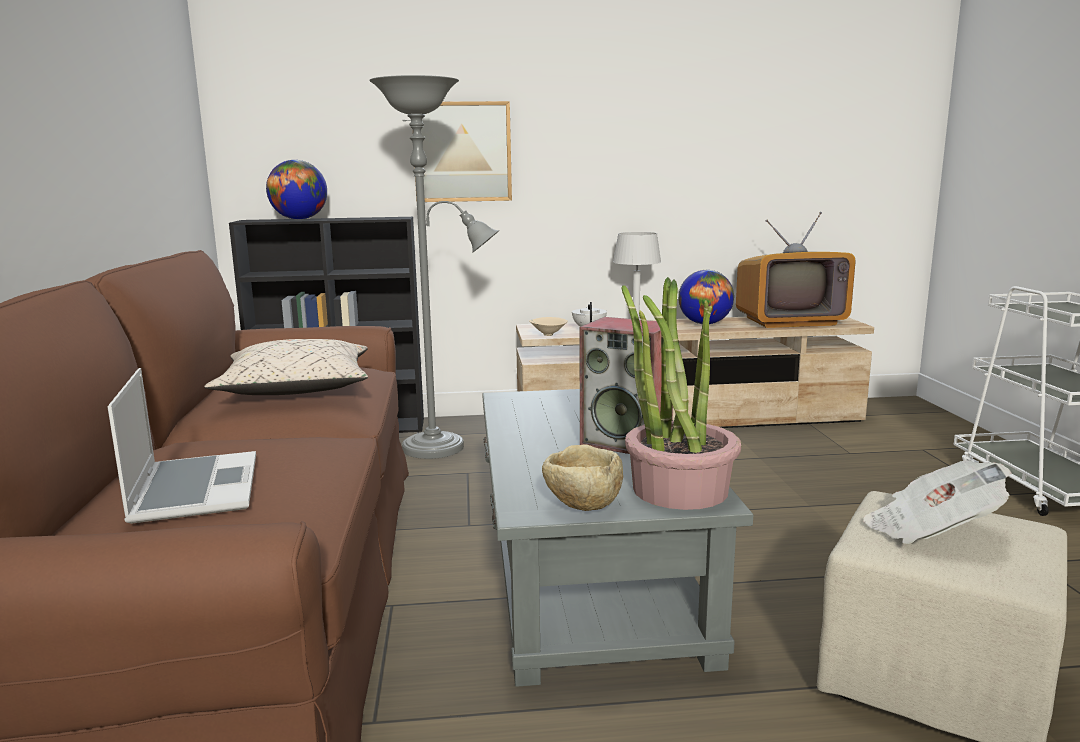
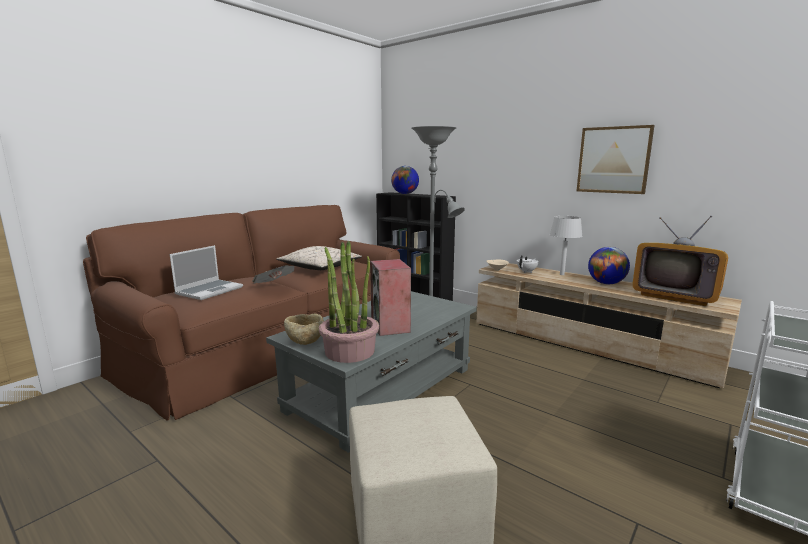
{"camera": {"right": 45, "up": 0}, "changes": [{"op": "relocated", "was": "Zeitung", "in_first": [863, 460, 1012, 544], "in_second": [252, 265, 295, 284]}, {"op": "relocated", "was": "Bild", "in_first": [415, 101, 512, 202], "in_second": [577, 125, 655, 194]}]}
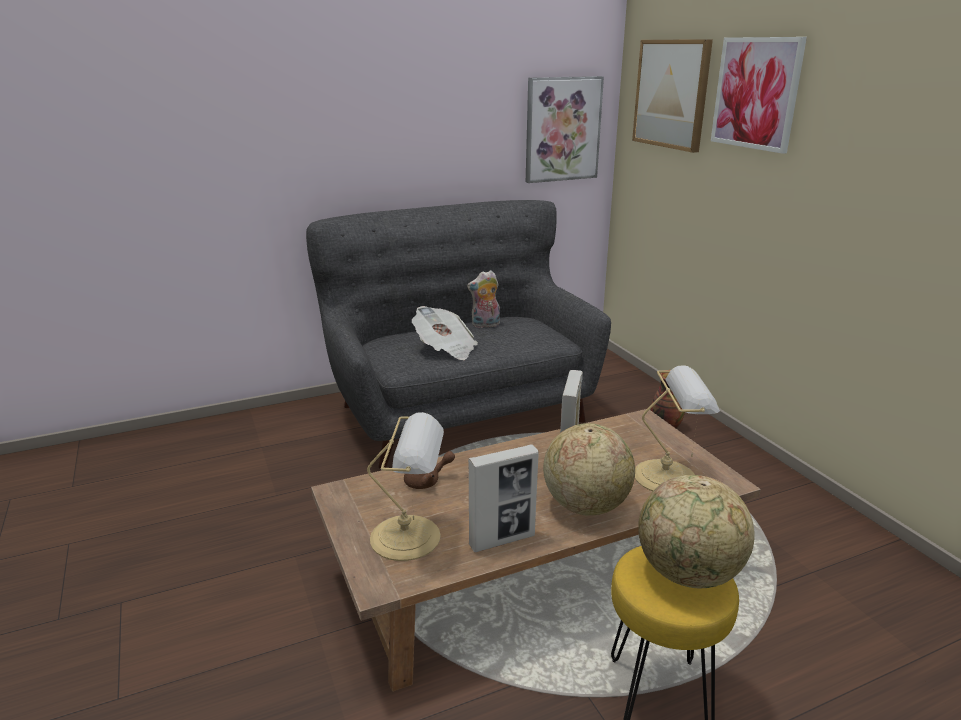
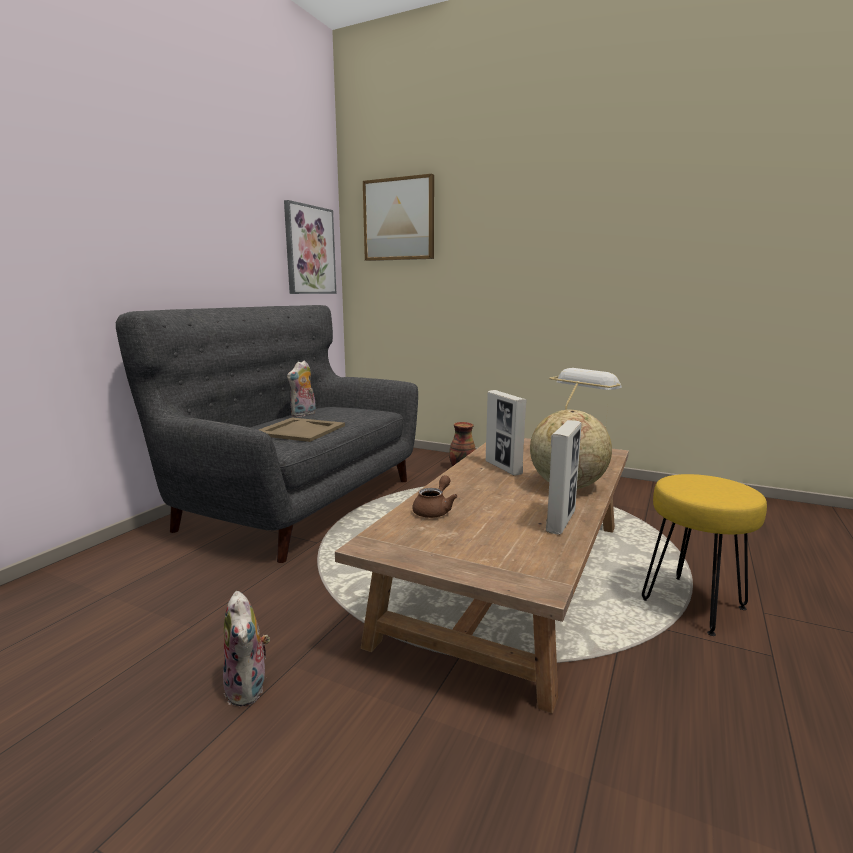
{"camera": {"right": -40, "up": -10}, "changes": [{"op": "appeared", "now": "Plüschtier", "in_second": [223, 591, 270, 706]}, {"op": "exchanged", "was": "Zeitung", "now": "Tablett [beige]", "in_first": [412, 306, 478, 360], "in_second": [259, 418, 345, 442]}, {"op": "missing", "was": "Tischlampe", "in_first": [367, 412, 444, 561]}, {"op": "missing", "was": "Globus", "in_first": [638, 475, 755, 588]}, {"op": "missing", "was": "Bild", "in_first": [711, 37, 807, 154]}]}
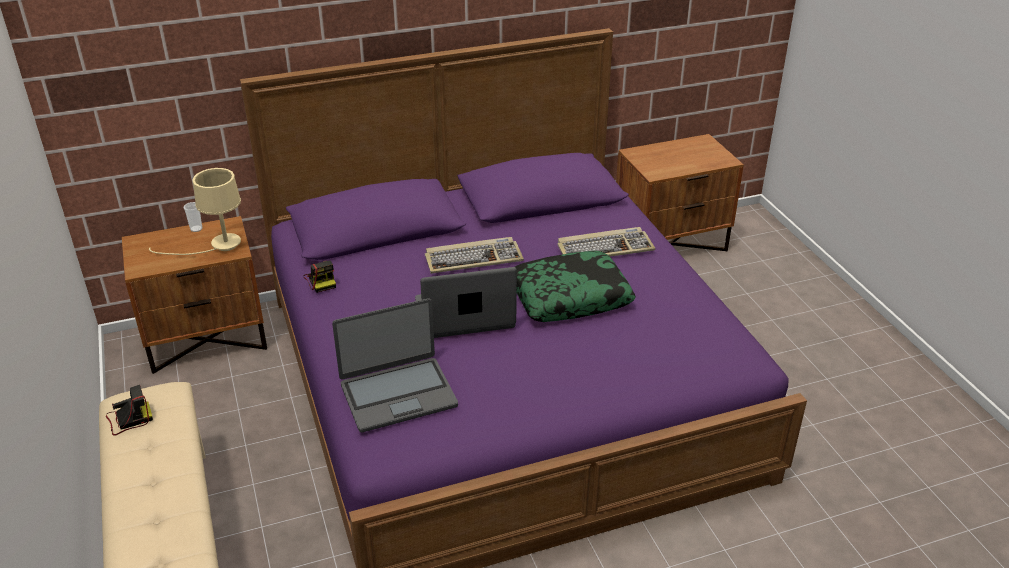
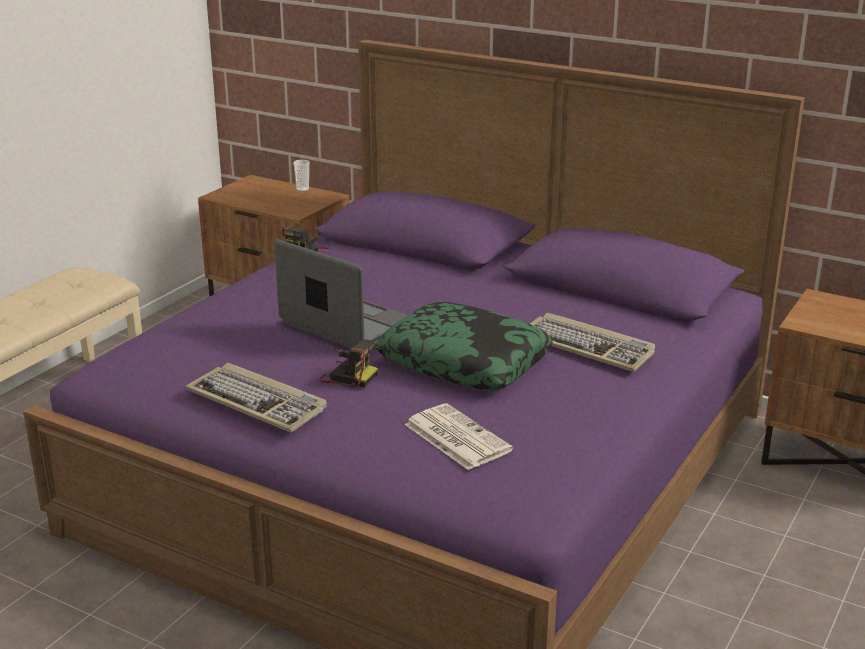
{"camera": {"right": 50, "up": -10}, "changes": [{"op": "relocated", "was": "Tastatur", "in_first": [425, 237, 524, 274], "in_second": [185, 363, 327, 433]}, {"op": "relocated", "was": "Kamera", "in_first": [106, 385, 153, 436], "in_second": [319, 339, 378, 387]}, {"op": "appeared", "now": "Zeitung", "in_second": [404, 404, 513, 470]}, {"op": "missing", "was": "Tischlampe [beige]", "in_first": [149, 168, 241, 255]}, {"op": "missing", "was": "Laptop", "in_first": [332, 298, 458, 433]}]}
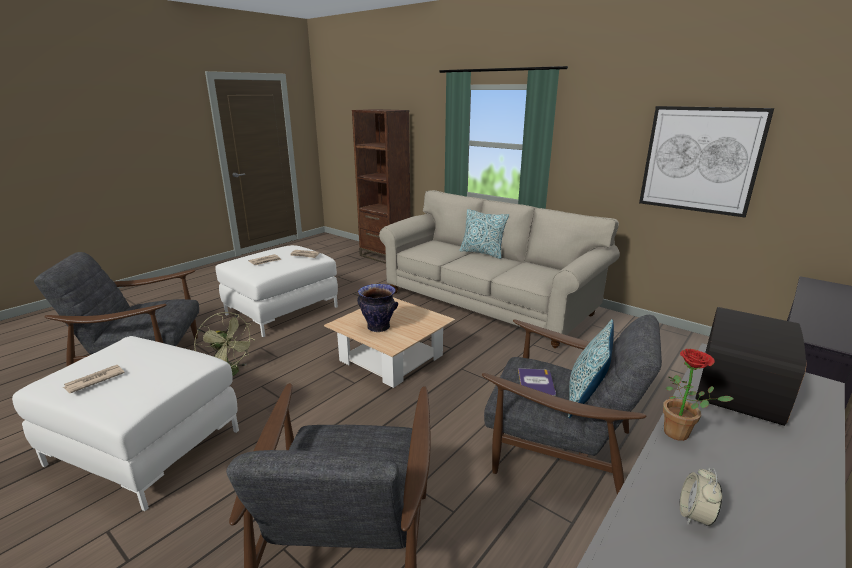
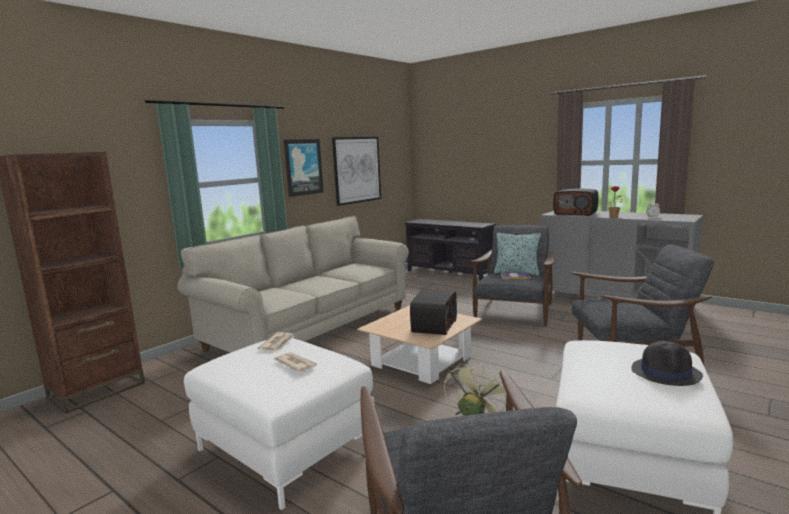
{"camera": {"right": -90, "up": -10}, "changes": [{"op": "appeared", "now": "Bild", "in_second": [284, 139, 324, 197]}, {"op": "exchanged", "was": "Vase", "now": "Radio", "in_first": [357, 284, 398, 332], "in_second": [410, 290, 457, 335]}, {"op": "exchanged", "was": "Zeitung", "now": "Hut [schwarz]", "in_first": [63, 365, 125, 393], "in_second": [631, 341, 703, 386]}, {"op": "missing", "was": "Kissen", "in_first": [459, 209, 509, 259]}]}
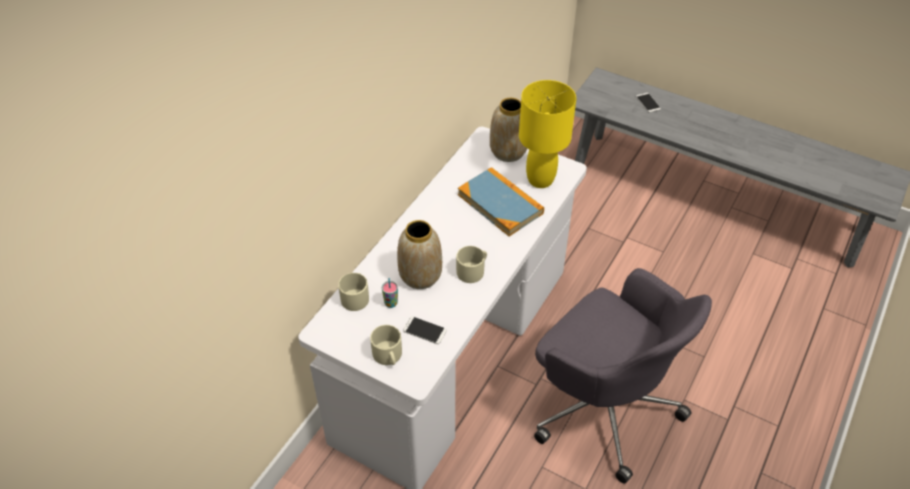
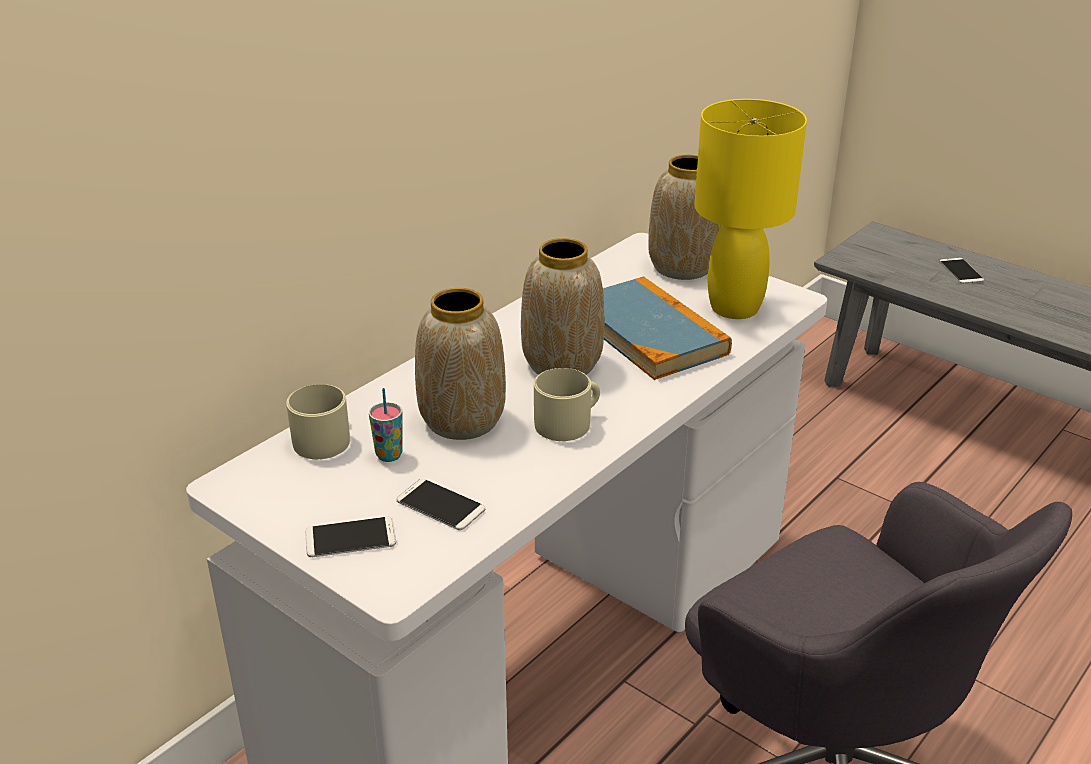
{"camera": {"right": 10, "up": -15}, "changes": [{"op": "exchanged", "was": "Henkelbecher [beige]", "now": "Handy", "in_first": [370, 325, 402, 365], "in_second": [305, 517, 396, 557]}, {"op": "appeared", "now": "Vase", "in_second": [521, 238, 604, 375]}]}
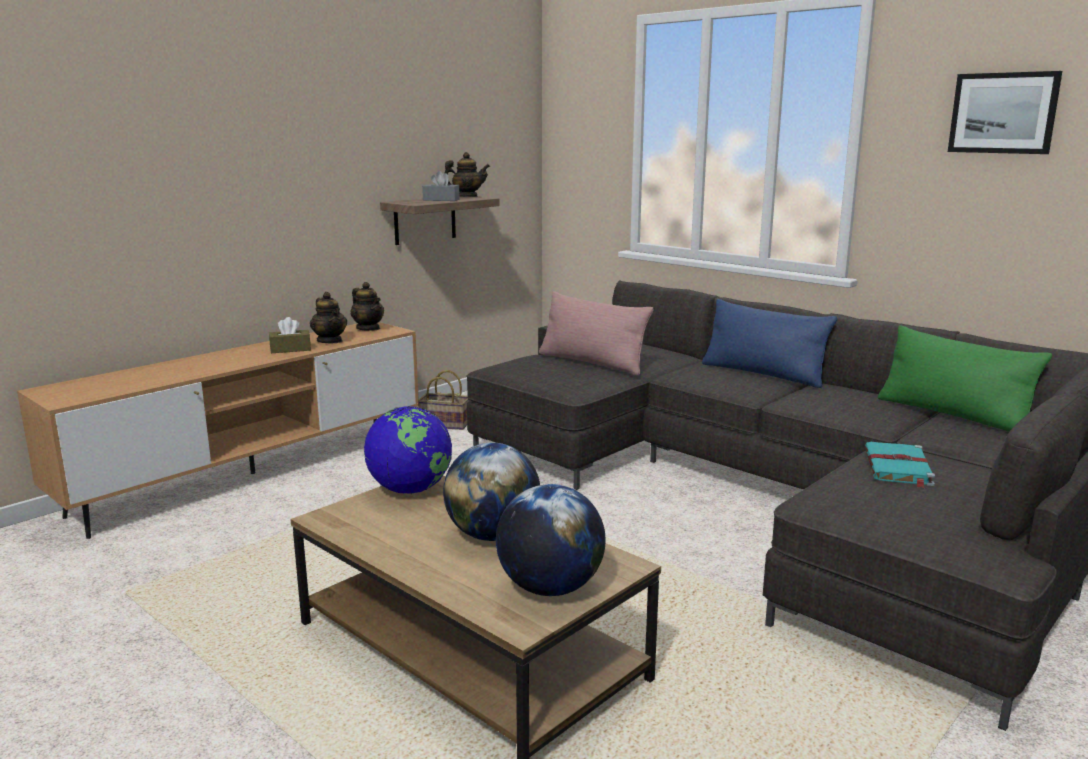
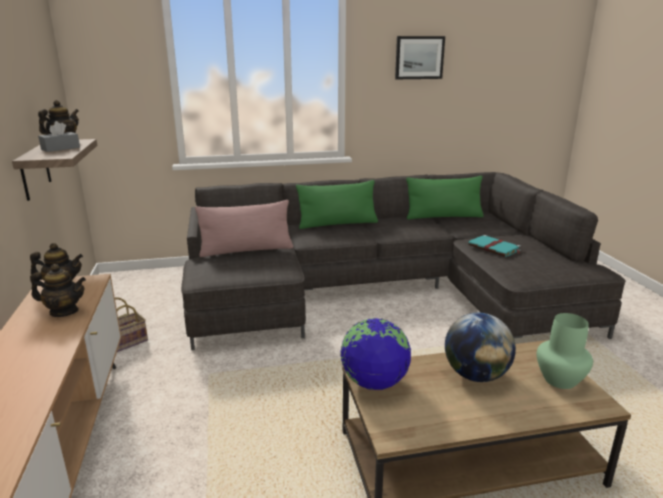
{"camera": {"right": -55, "up": 5}, "changes": [{"op": "colour", "was": "Kissen [blau]", "now": "Kissen [grün]", "in_first": [702, 299, 837, 388], "in_second": [296, 180, 378, 229]}, {"op": "exchanged", "was": "Globus", "now": "Vase [grün]", "in_first": [496, 484, 606, 596], "in_second": [537, 313, 593, 389]}, {"op": "missing", "was": "Taschentuchbox [braun]", "in_first": [269, 317, 311, 353]}]}
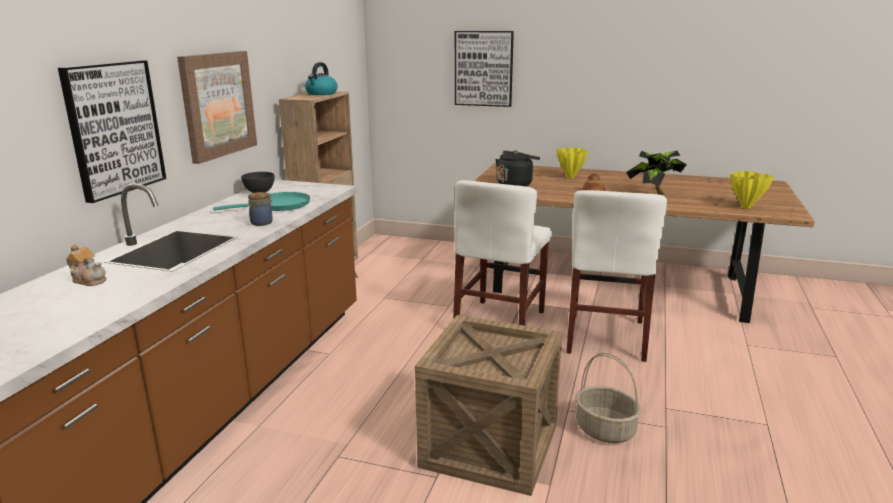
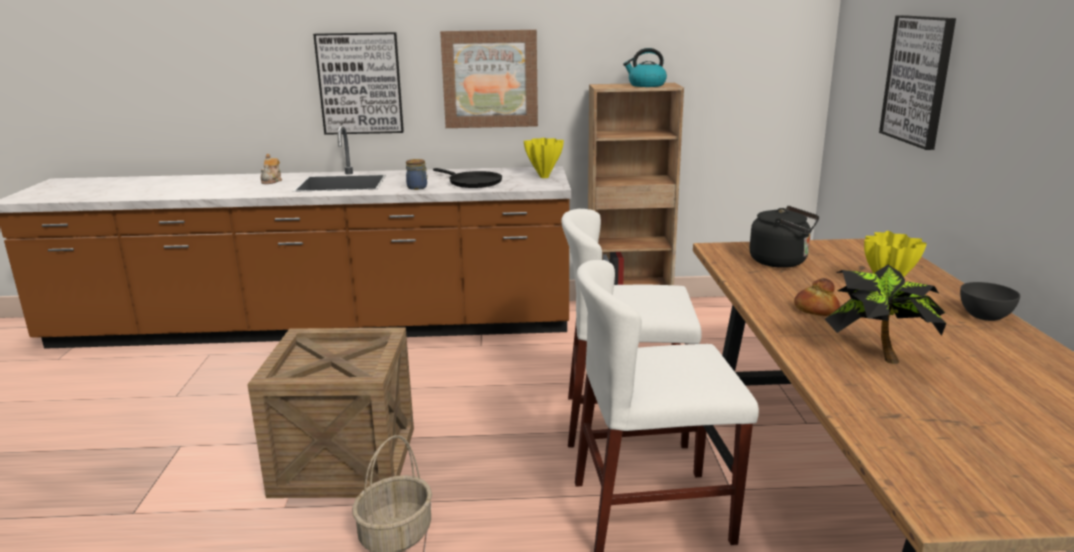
{"camera": {"right": 70, "up": 0}, "changes": [{"op": "colour", "was": "Pfanne [türkis]", "now": "Pfanne [schwarz]", "in_first": [213, 192, 310, 211], "in_second": [433, 168, 502, 188]}, {"op": "relocated", "was": "Vase [gelb]", "in_first": [730, 171, 774, 209], "in_second": [524, 138, 564, 178]}, {"op": "relocated", "was": "Schüssel [grau]", "in_first": [241, 172, 275, 193], "in_second": [960, 282, 1020, 321]}]}
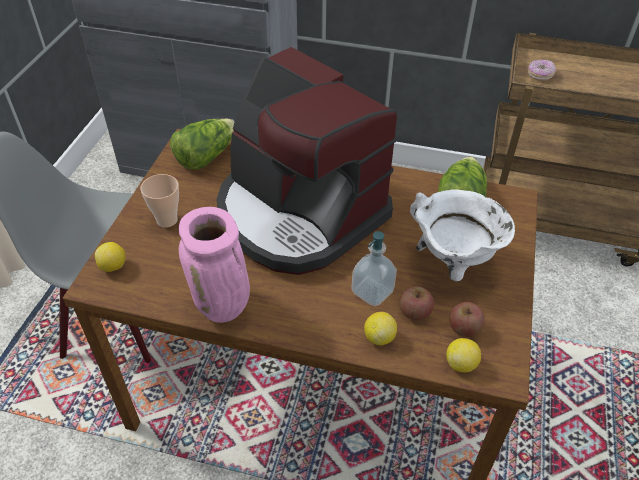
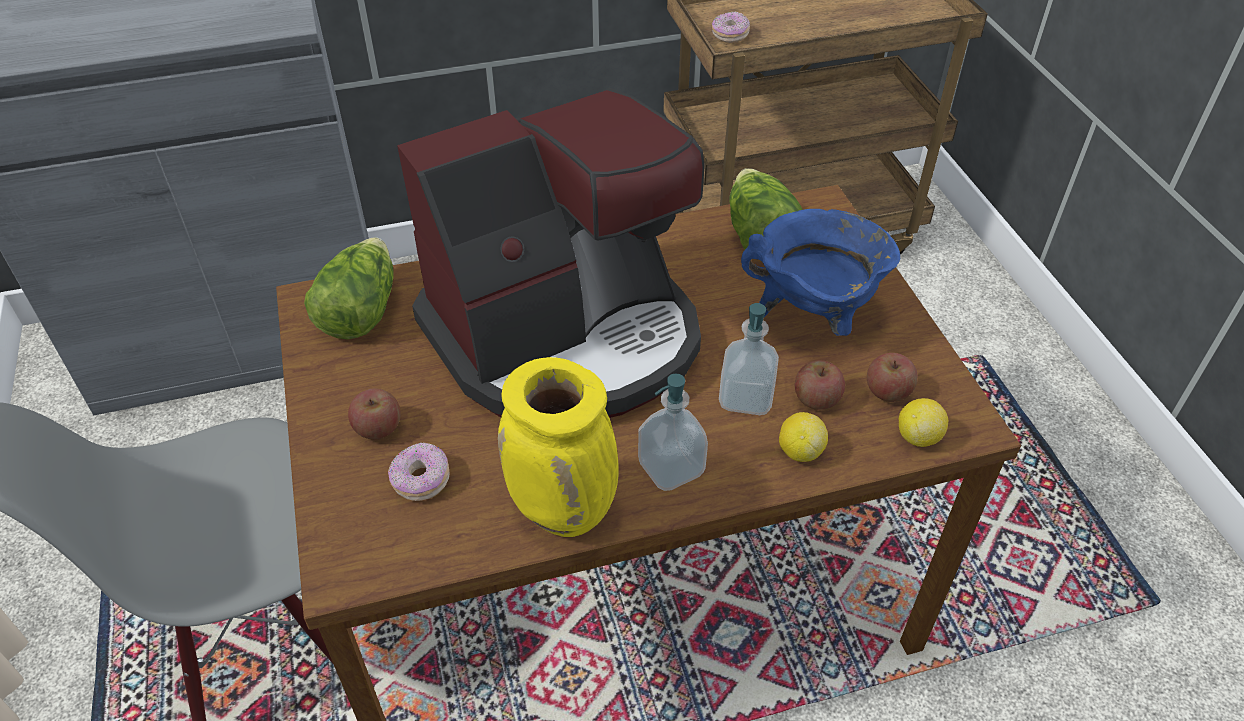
{"camera": {"right": -30, "up": 0}, "changes": [{"op": "exchanged", "was": "Tasse", "now": "Apfel", "in_first": [141, 174, 179, 228], "in_second": [348, 389, 400, 440]}, {"op": "appeared", "now": "Donut", "in_second": [388, 442, 450, 501]}, {"op": "spun", "was": "Kaffeemaschine", "in_first": [216, 47, 397, 275], "in_second": [397, 88, 705, 418], "clockwise": -45}, {"op": "colour", "was": "Vase [rosa]", "now": "Vase [gelb]", "in_first": [179, 207, 250, 323], "in_second": [498, 357, 619, 537]}, {"op": "appeared", "now": "Seifenspender", "in_second": [638, 374, 708, 491]}, {"op": "colour", "was": "Kochtopf [weiß]", "now": "Kochtopf [blau]", "in_first": [410, 189, 515, 281], "in_second": [741, 209, 900, 336]}, {"op": "missing", "was": "Zitrone", "in_first": [95, 242, 126, 272]}]}
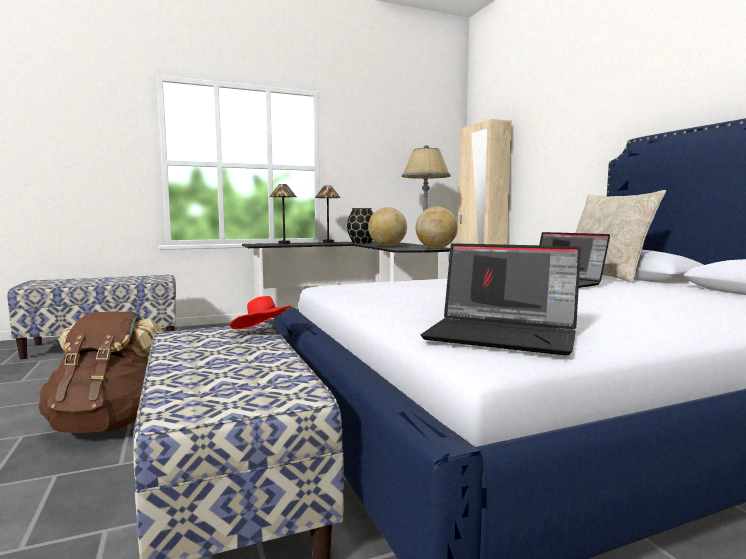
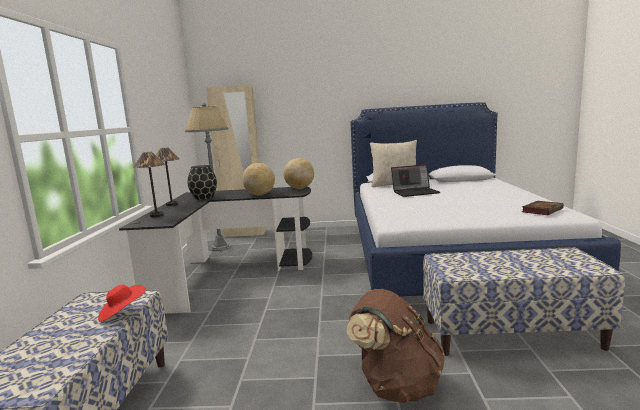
{"camera": {"right": -65, "up": 5}, "changes": [{"op": "relocated", "was": "Hut [rot]", "in_first": [230, 296, 291, 330], "in_second": [98, 285, 146, 322]}, {"op": "exchanged", "was": "Laptop", "now": "Buch", "in_first": [421, 243, 581, 356], "in_second": [522, 201, 564, 215]}]}
